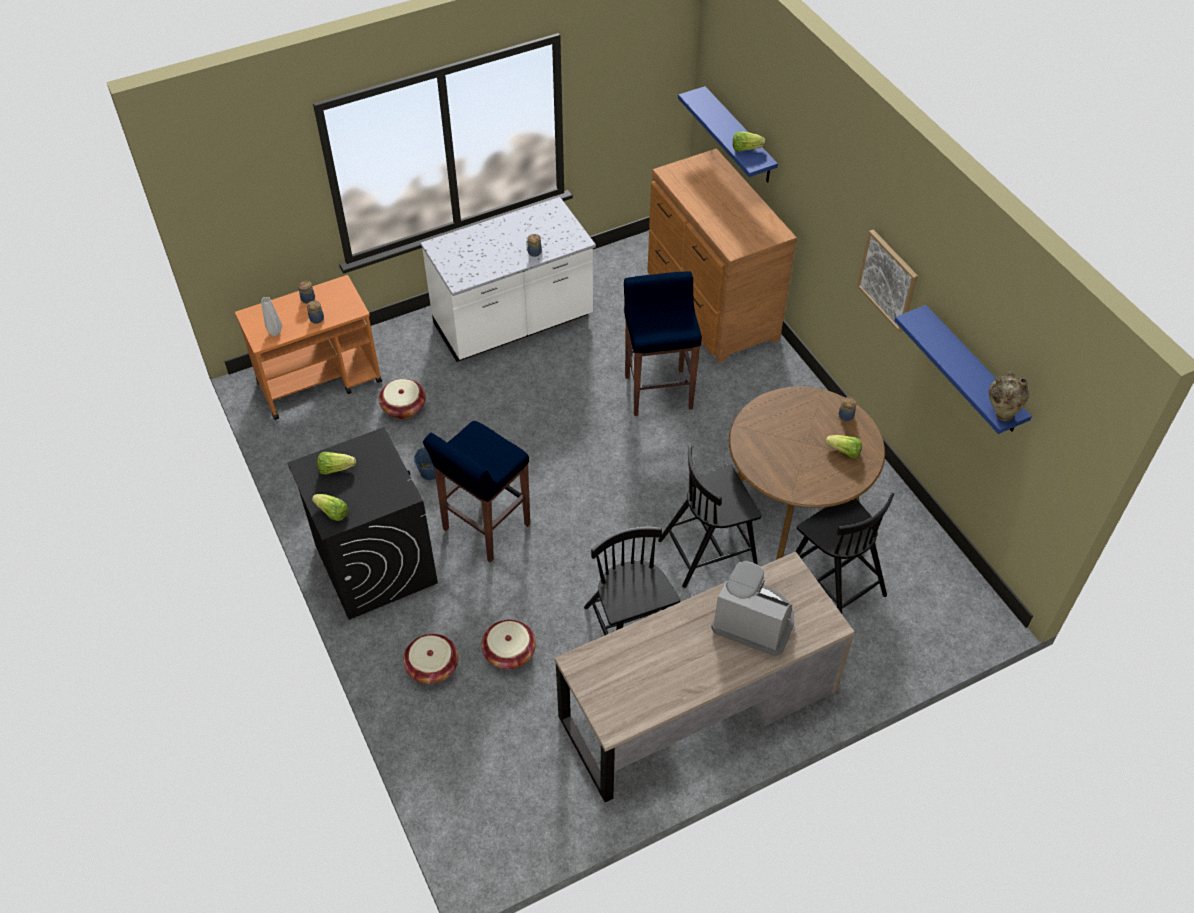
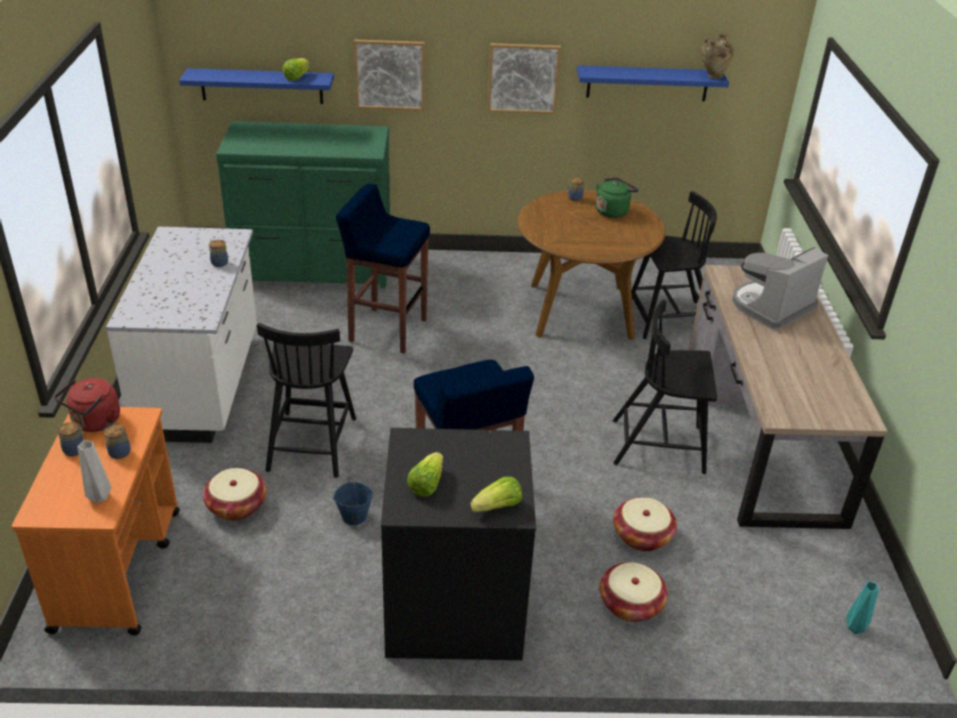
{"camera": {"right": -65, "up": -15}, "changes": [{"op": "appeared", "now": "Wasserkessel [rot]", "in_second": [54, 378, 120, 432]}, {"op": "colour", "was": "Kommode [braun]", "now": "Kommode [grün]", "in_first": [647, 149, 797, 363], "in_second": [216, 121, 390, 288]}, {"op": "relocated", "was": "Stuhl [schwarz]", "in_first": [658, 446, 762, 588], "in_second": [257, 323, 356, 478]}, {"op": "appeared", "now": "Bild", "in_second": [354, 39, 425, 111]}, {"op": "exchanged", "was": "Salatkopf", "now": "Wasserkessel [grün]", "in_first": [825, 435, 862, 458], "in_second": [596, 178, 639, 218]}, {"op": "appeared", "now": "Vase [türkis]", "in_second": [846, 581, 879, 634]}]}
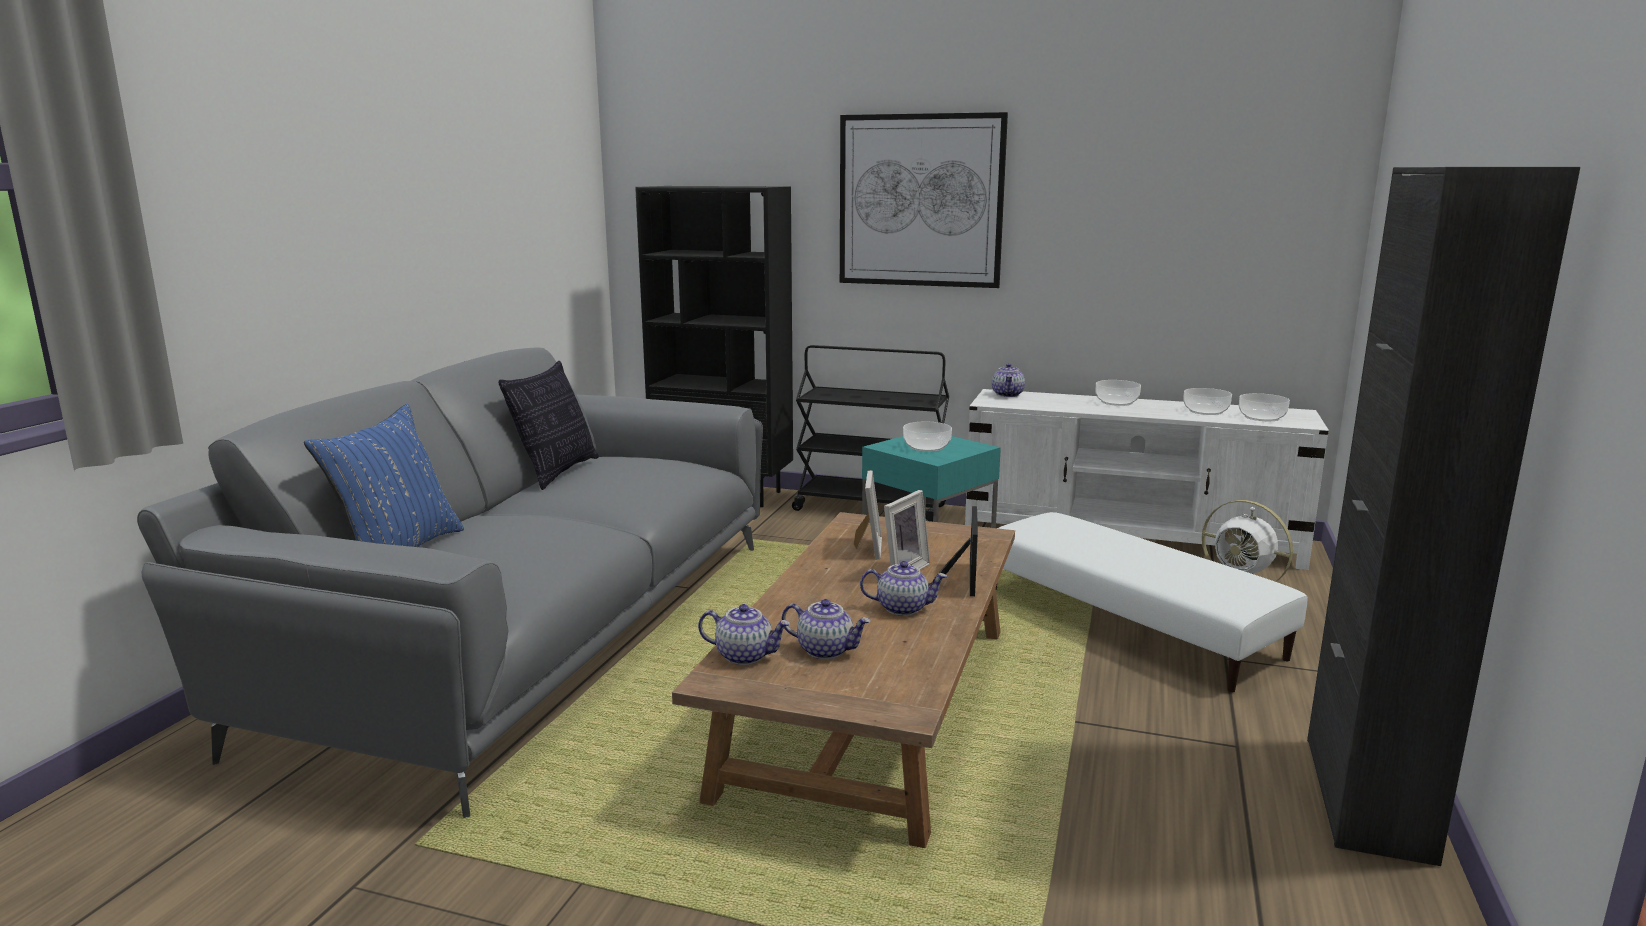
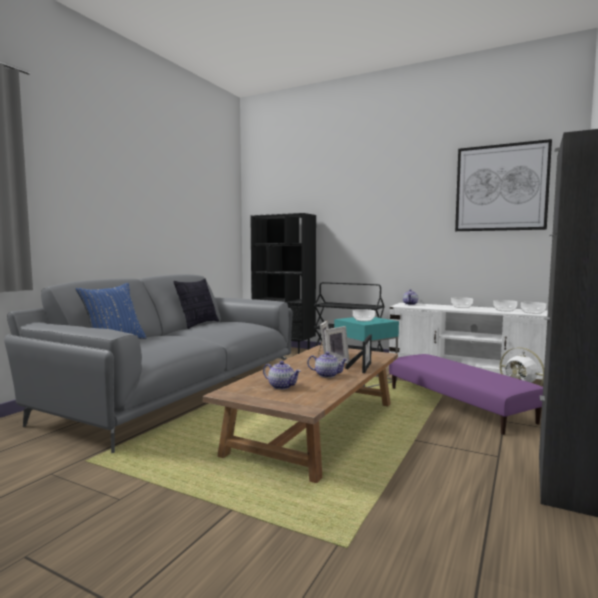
{"camera": {"right": 10, "up": -10}, "changes": [{"op": "colour", "was": "Polsterhocker [weiß]", "now": "Polsterhocker [lila]", "in_first": [996, 512, 1308, 693], "in_second": [389, 354, 543, 435]}, {"op": "relocated", "was": "Bild", "in_first": [840, 112, 1008, 288], "in_second": [455, 139, 552, 231]}, {"op": "missing", "was": "Teekanne", "in_first": [698, 604, 790, 665]}]}
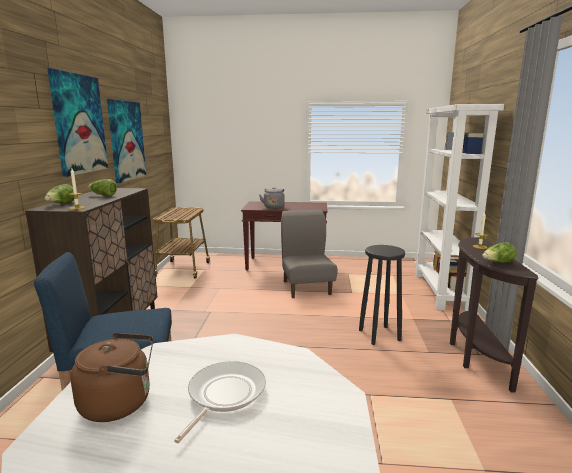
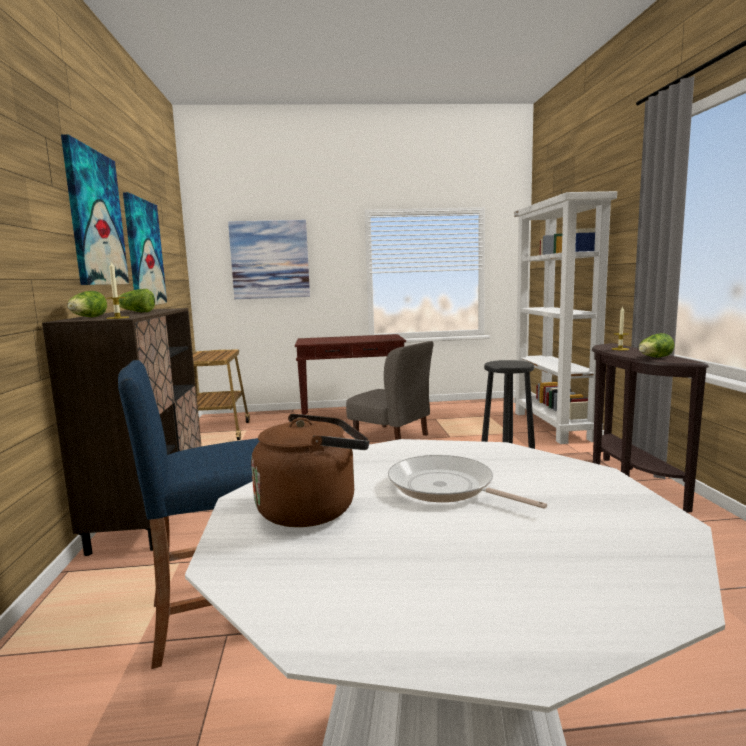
{"camera": {"right": -10, "up": -5}, "changes": [{"op": "appeared", "now": "Bild", "in_second": [228, 220, 310, 299]}, {"op": "spun", "was": "Stuhl [grau]", "in_first": [281, 210, 337, 298], "in_second": [346, 341, 433, 440], "clockwise": 150}, {"op": "spun", "was": "Pfanne", "in_first": [174, 361, 266, 443], "in_second": [388, 455, 547, 509], "clockwise": -60}, {"op": "missing", "was": "Wasserkessel [grau]", "in_first": [259, 187, 284, 209]}]}
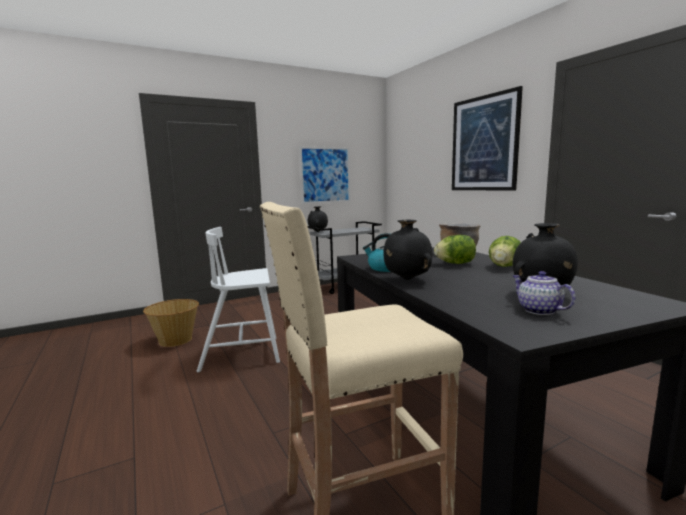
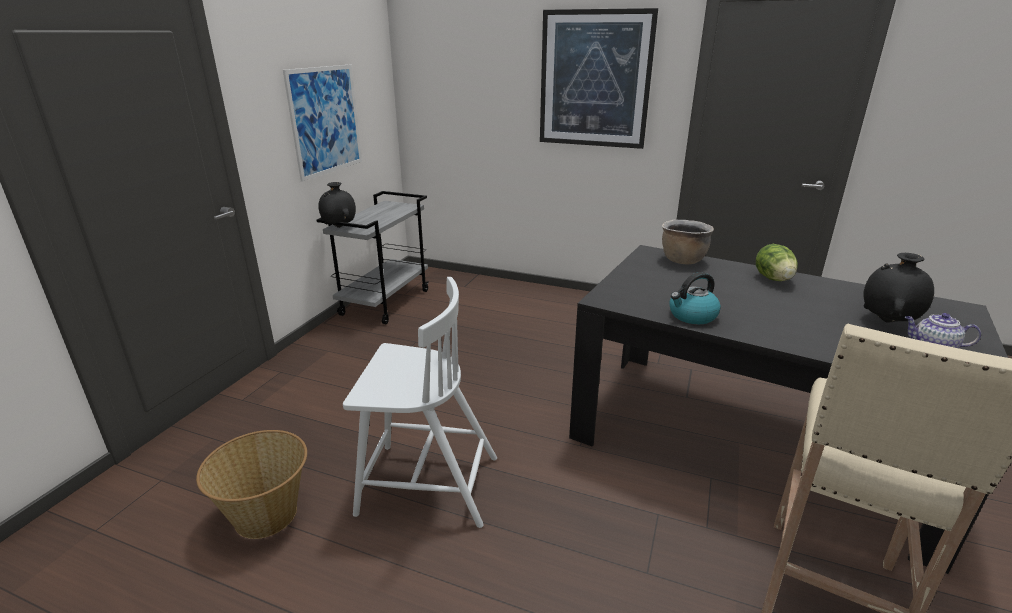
{"camera": {"right": -40, "up": 15}, "changes": [{"op": "spun", "was": "Stuhl [weiß]", "in_first": [197, 227, 280, 372], "in_second": [343, 277, 497, 528], "clockwise": -120}, {"op": "missing", "was": "Vase [schwarz]", "in_first": [383, 220, 433, 280]}, {"op": "missing", "was": "Salatkopf", "in_first": [434, 235, 476, 264]}]}
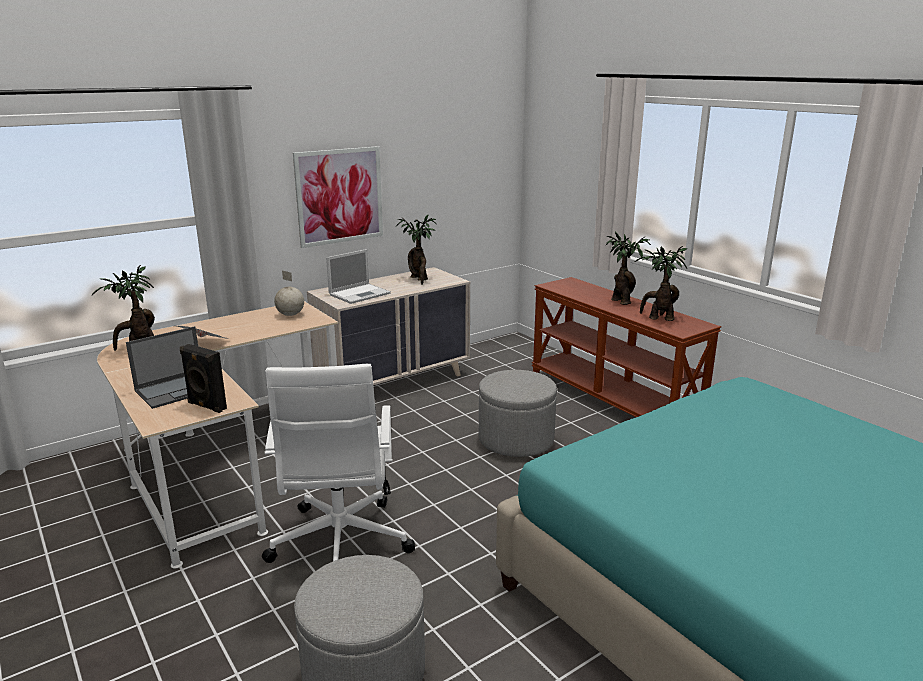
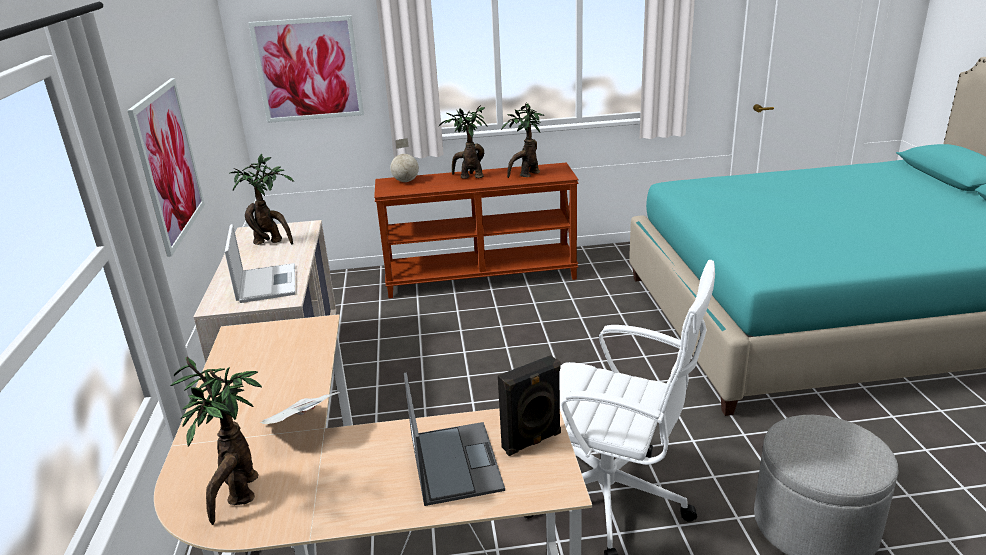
{"camera": {"right": -60, "up": 5}, "changes": [{"op": "appeared", "now": "Bild", "in_second": [248, 15, 364, 123]}, {"op": "relocated", "was": "Globus", "in_first": [274, 271, 304, 316], "in_second": [390, 138, 419, 182]}, {"op": "missing", "was": "Polsterhocker [grau]", "in_first": [479, 370, 557, 457]}]}
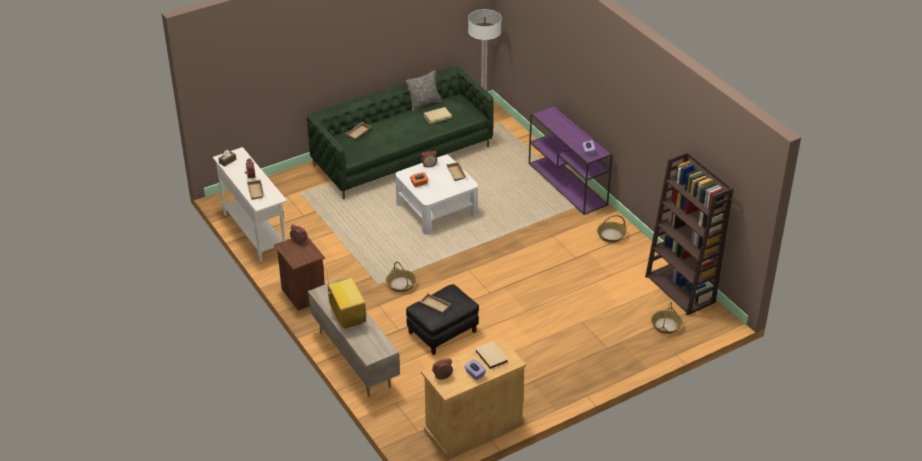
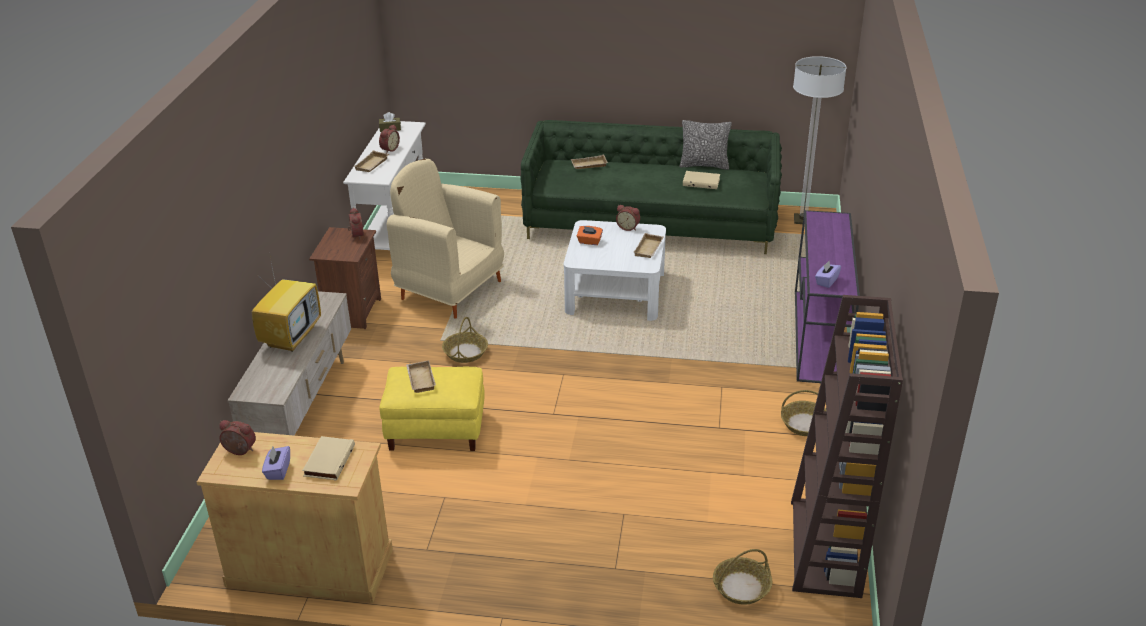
{"camera": {"right": 40, "up": -5}, "changes": [{"op": "colour", "was": "Polsterhocker [schwarz]", "now": "Polsterhocker [gelb]", "in_first": [406, 284, 479, 355], "in_second": [379, 367, 485, 451]}, {"op": "appeared", "now": "Sessel [beige]", "in_second": [387, 159, 504, 319]}]}
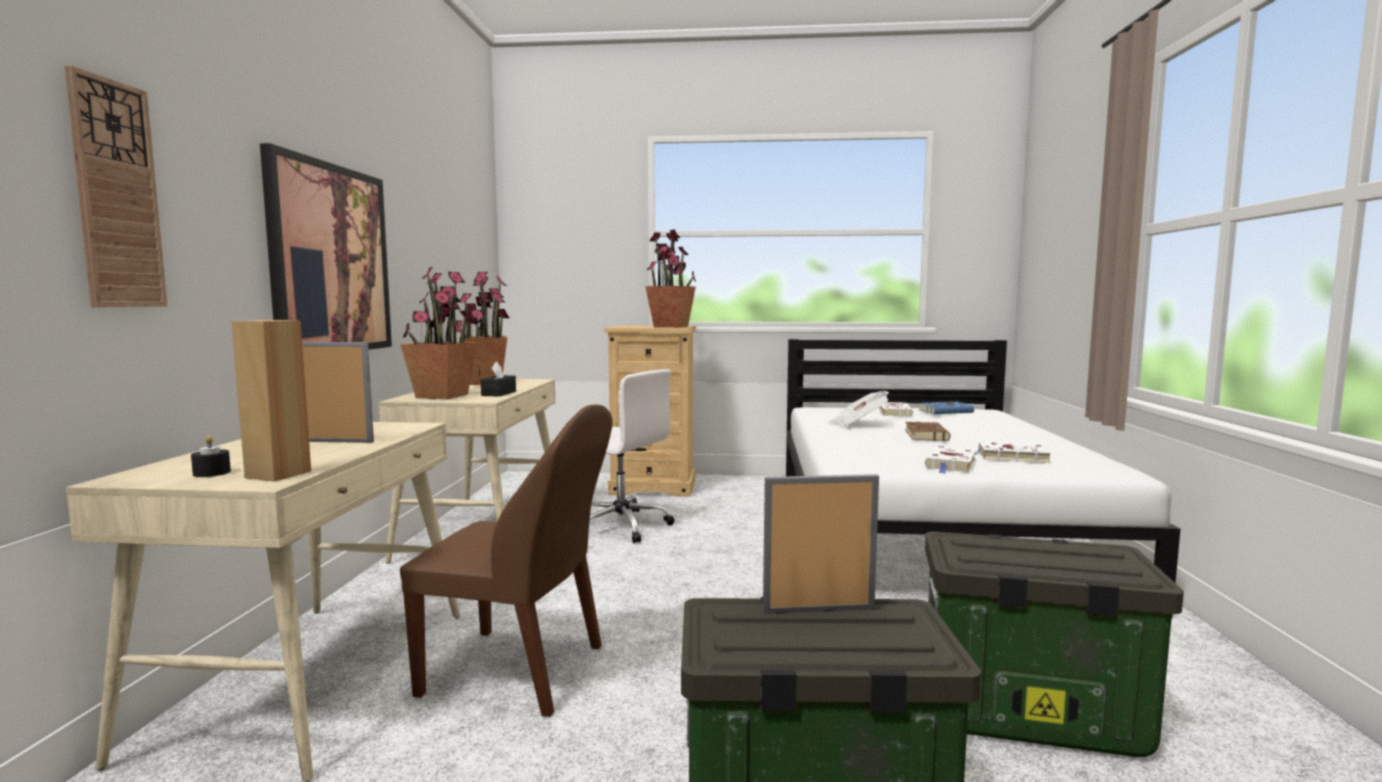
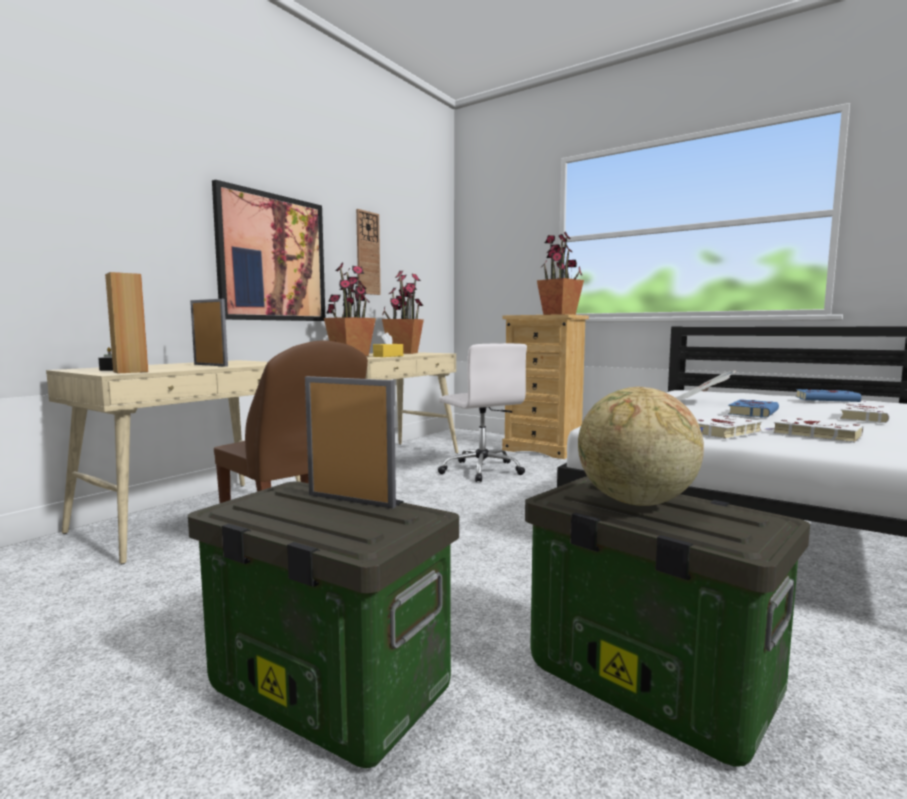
{"camera": {"right": 30, "up": 0}, "changes": [{"op": "relocated", "was": "Wanduhr", "in_first": [65, 65, 167, 307], "in_second": [356, 209, 381, 295]}, {"op": "colour", "was": "Taschentuchbox [schwarz]", "now": "Taschentuchbox [gelb]", "in_first": [481, 361, 516, 397], "in_second": [373, 332, 403, 357]}, {"op": "appeared", "now": "Globus", "in_second": [578, 387, 704, 506]}, {"op": "colour", "was": "Buch [braun]", "now": "Buch [blau]", "in_first": [905, 422, 950, 441], "in_second": [728, 399, 779, 418]}, {"op": "relocated", "was": "Buch [weiß]", "in_first": [879, 402, 913, 417], "in_second": [839, 403, 890, 423]}]}
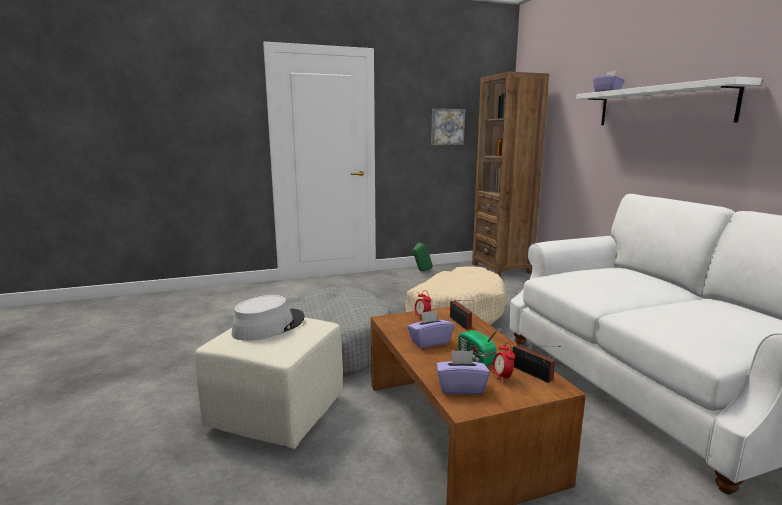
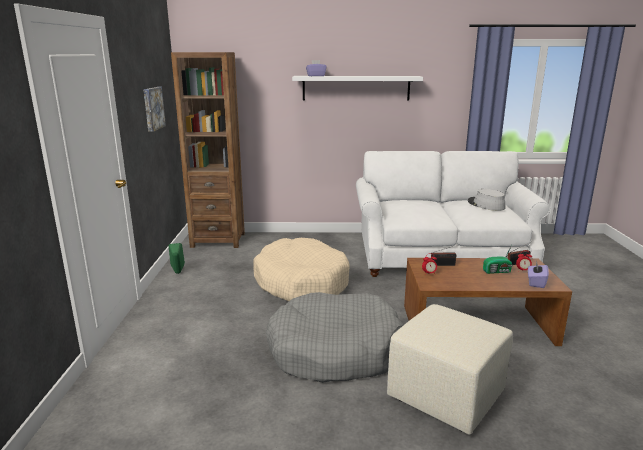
{"camera": {"right": -70, "up": 5}, "changes": [{"op": "relocated", "was": "Hut [grau]", "in_first": [232, 295, 305, 341], "in_second": [468, 189, 506, 211]}, {"op": "missing", "was": "Taschentuchbox [lila]", "in_first": [408, 310, 454, 348]}]}
